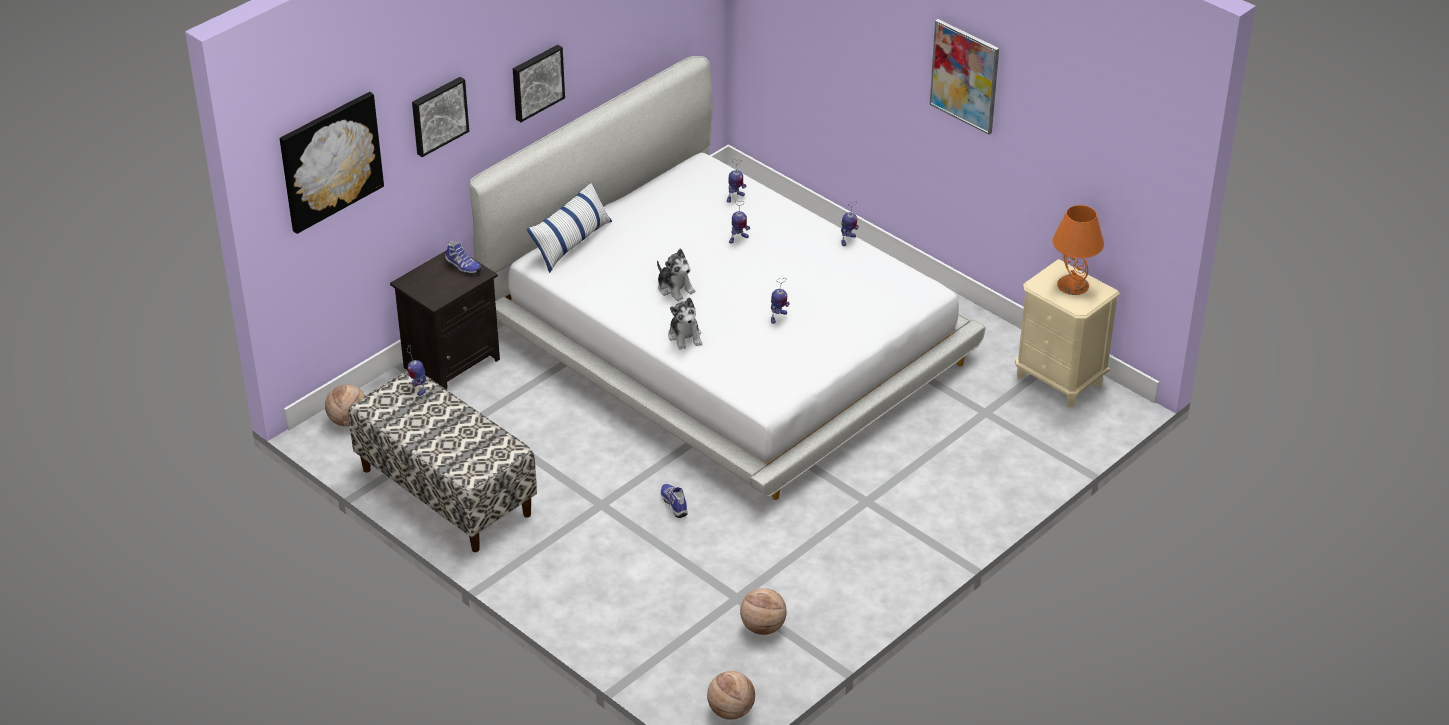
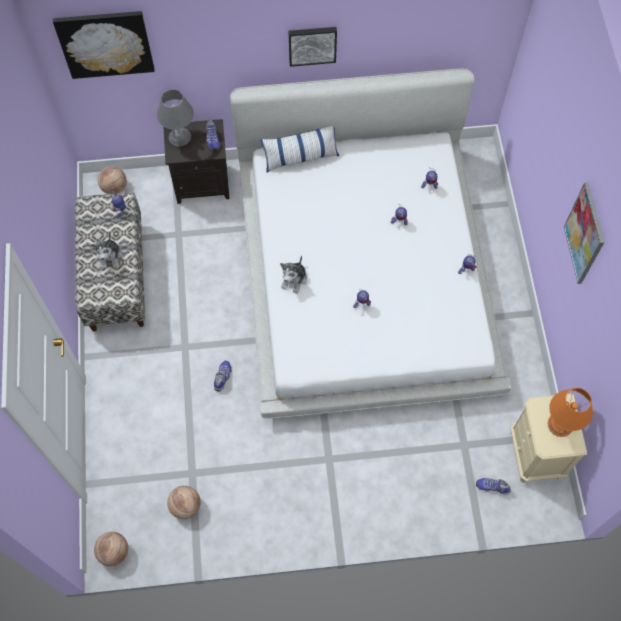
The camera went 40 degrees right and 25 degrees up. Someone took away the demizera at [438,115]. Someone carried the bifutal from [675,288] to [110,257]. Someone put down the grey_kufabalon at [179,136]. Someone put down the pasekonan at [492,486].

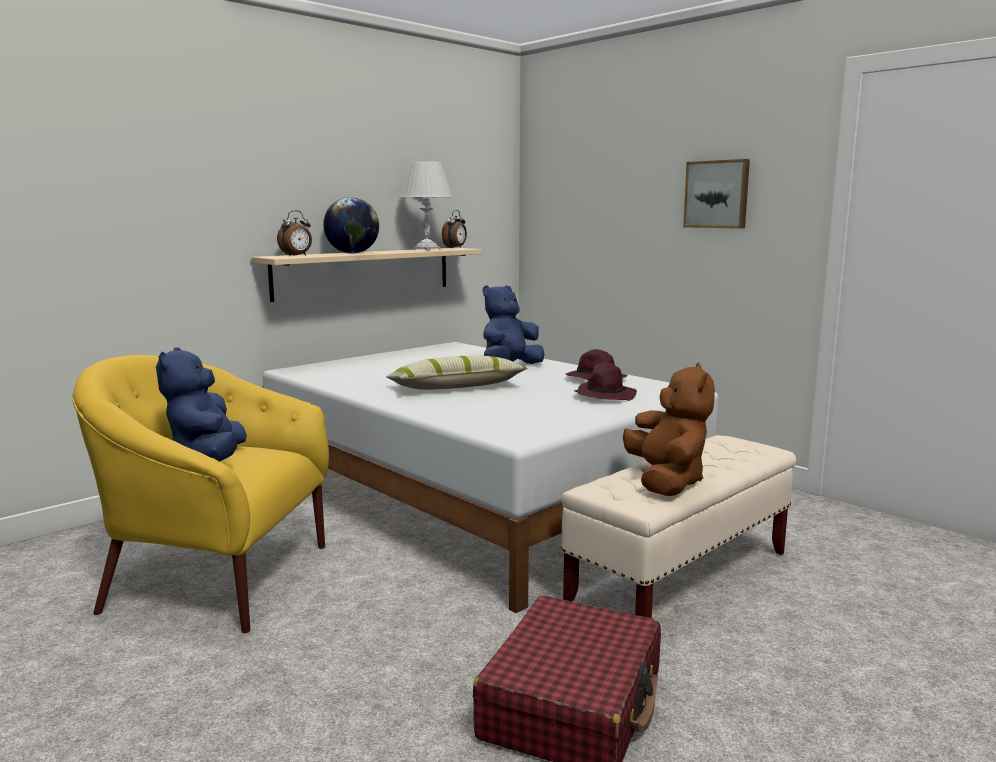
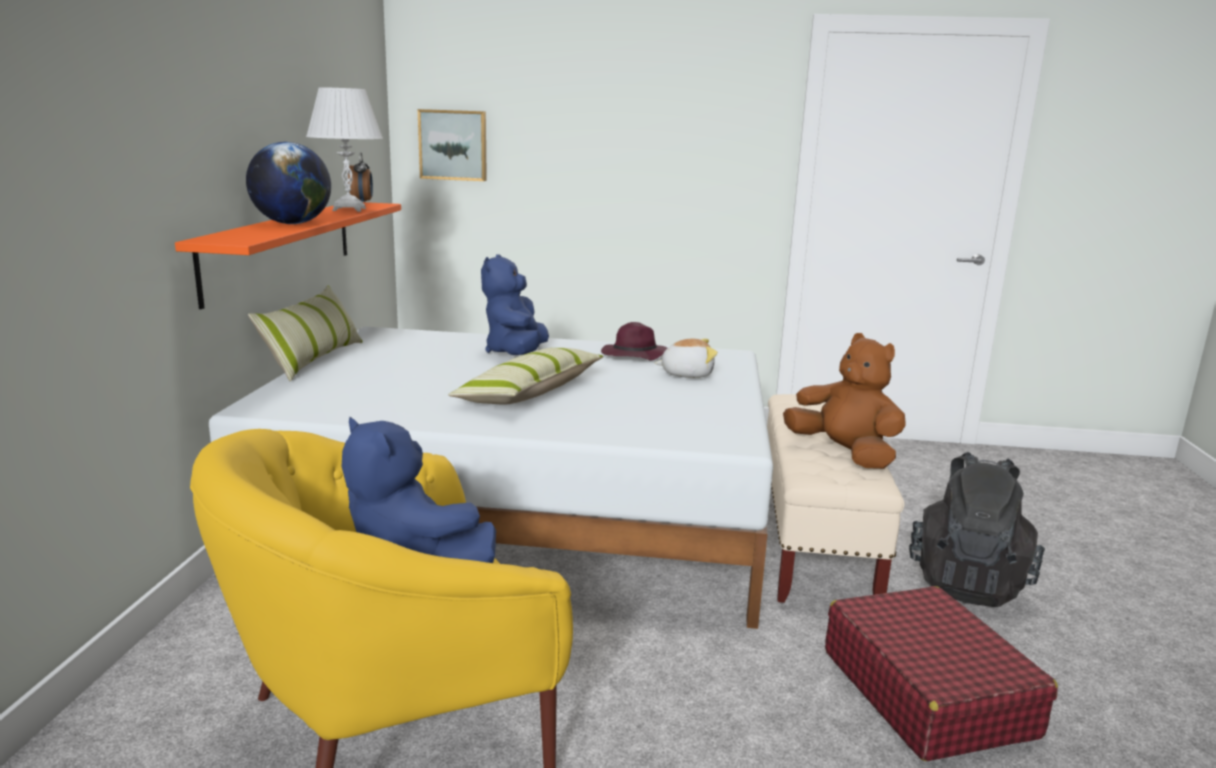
The camera went 40 degrees left and 5 degrees up. Someone repainted the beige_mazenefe at [364,272], which became the orange_mazenefe at [281,248]. Someone took away the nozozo at [297,255]. Someone swapped the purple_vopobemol at [604,395] for the bifutal at [686,374]. Someone carried the demizera from [717,194] to [453,145]. Someone put down the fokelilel at [314,359]. Someone put down the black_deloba at [967,582].

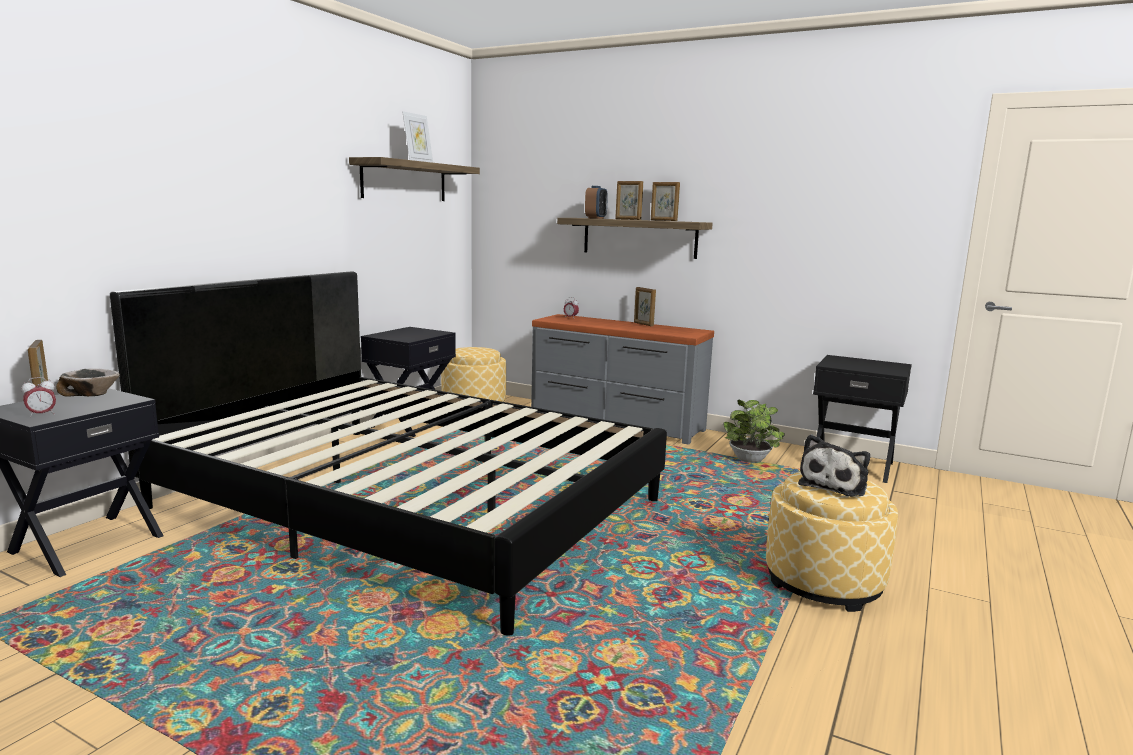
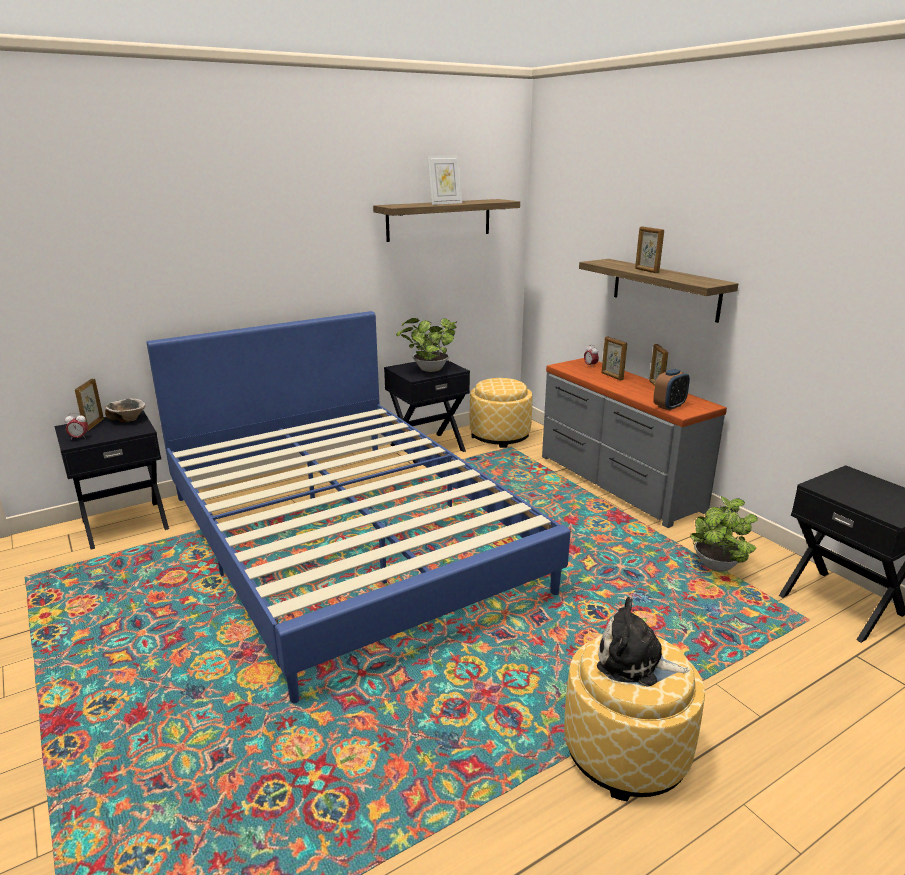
The camera went 30 degrees right and 10 degrees up. Someone repainted the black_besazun at [408,503], which became the blue_besazun at [347,539]. Someone carried the nozozo from [595,218] to [669,406]. Someone carried the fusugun from [663,220] to [612,376]. Someone rotated the bifutal at [834,485] by 45 degrees clockwise. Someone put down the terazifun at [428,370].

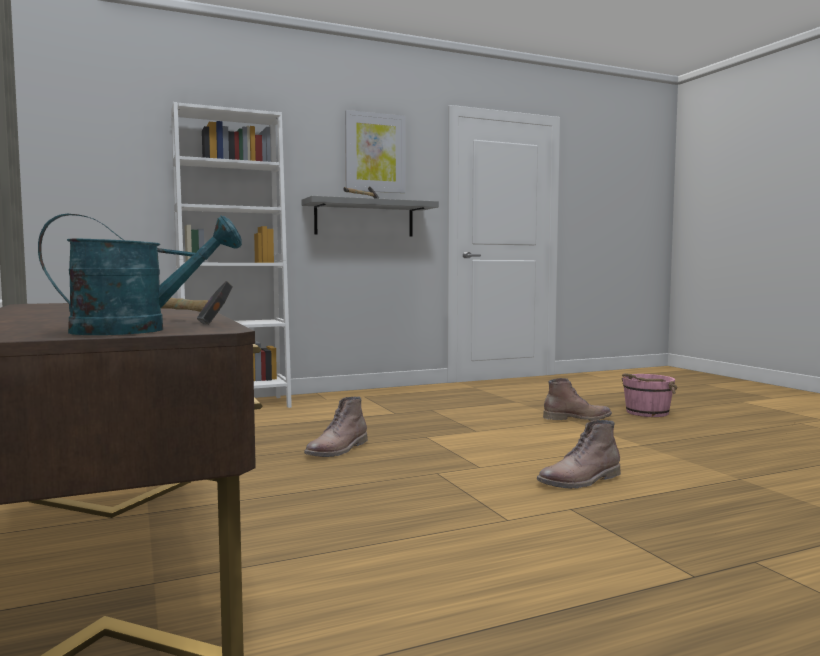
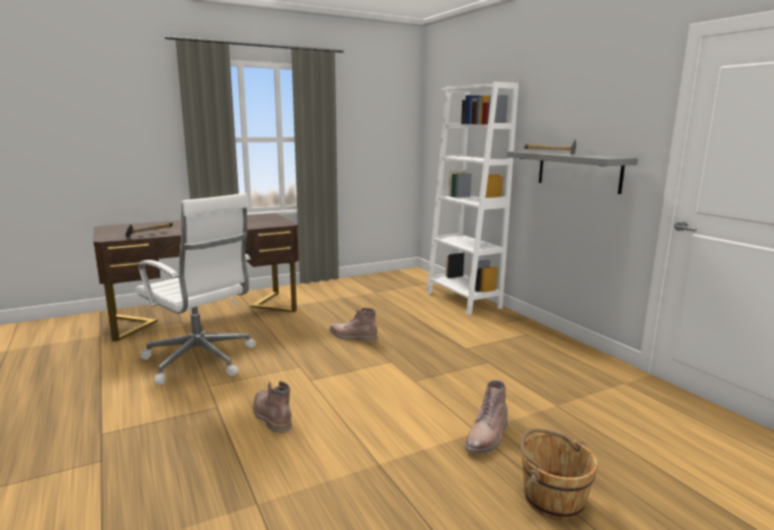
The camera went 85 degrees right and 10 degrees up. Someone took away the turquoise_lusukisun at [137,330]. Someone took away the demizera at [375,153]. Someone rotated the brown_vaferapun at [577,418] by 45 degrees clockwise. Someone repainted the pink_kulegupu at [646,412], which became the brown_kulegupu at [552,498]. Someone put down the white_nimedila at [201,361].

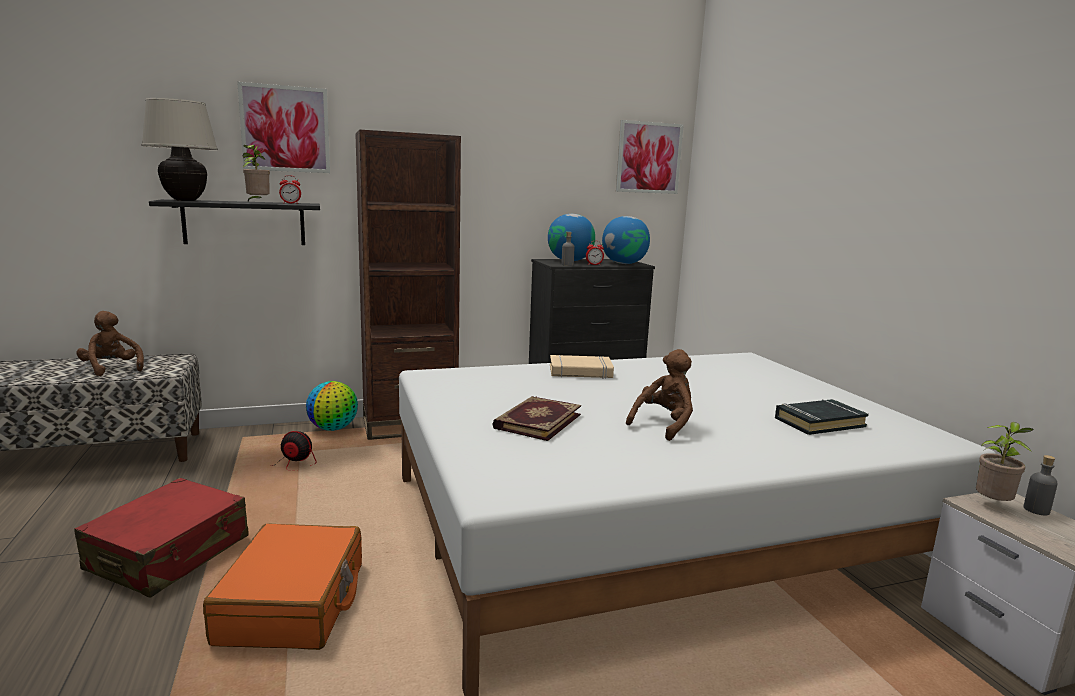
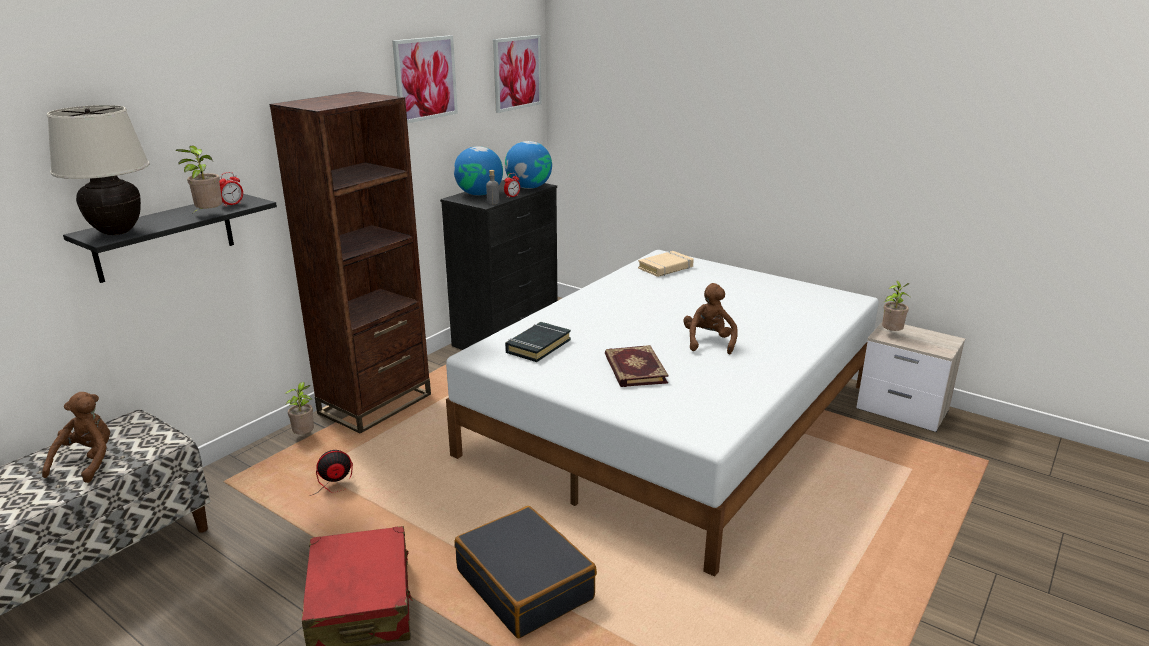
The camera went 35 degrees left and 10 degrees up. Someone rotated the brown_bifutal at [112,369] by 90 degrees clockwise. Someone repainted the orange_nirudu at [293,603], which became the black_nirudu at [525,584]. Someone carried the demizera from [285,129] to [425,78]. Someone swapped the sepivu at [333,429] for the terazifun at [305,435]. Someone carried the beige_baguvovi from [580,372] to [666,268]. Someone carried the black_baguvovi from [819,422] to [538,346]. Someone took away the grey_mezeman at [1036,510].

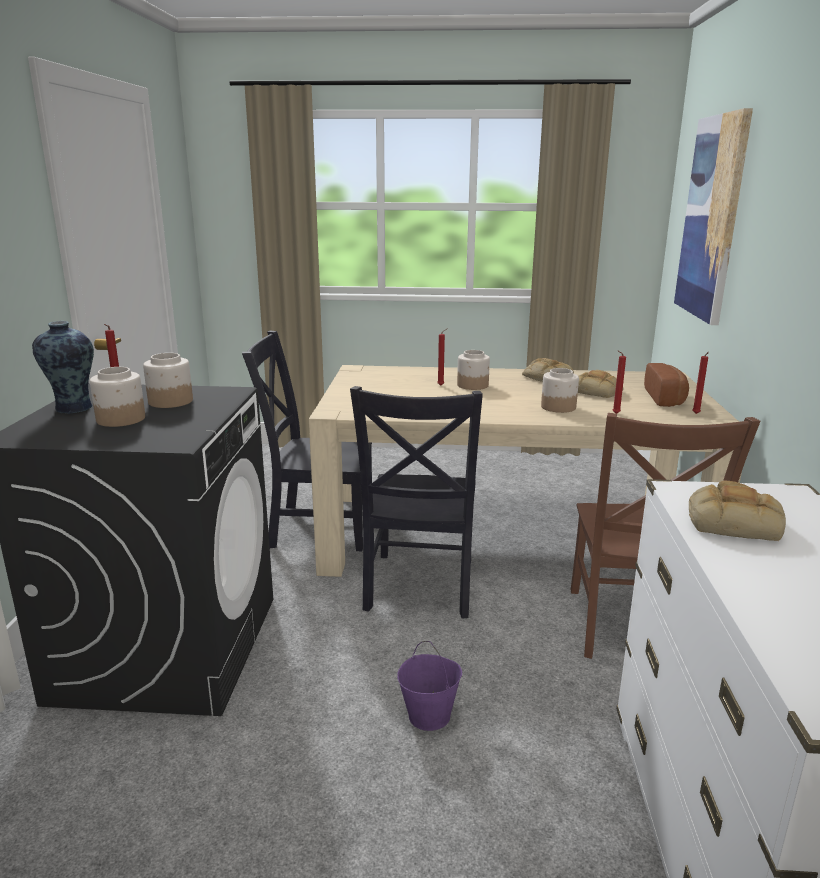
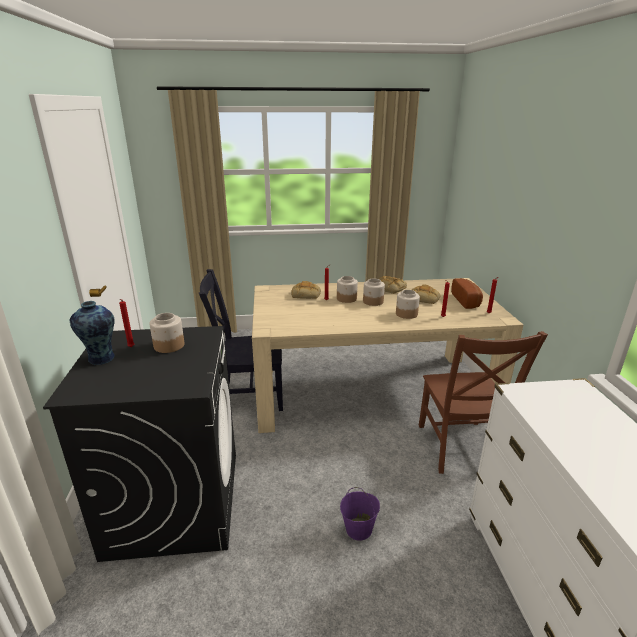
The camera went 10 degrees left and 5 degrees up. Someone carried the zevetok from [120,419] to [373,301]. Someone took away the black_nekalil at [419,587]. Someone took away the demizera at [712,218]. Someone carried the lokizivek from [734,522] to [306,294].

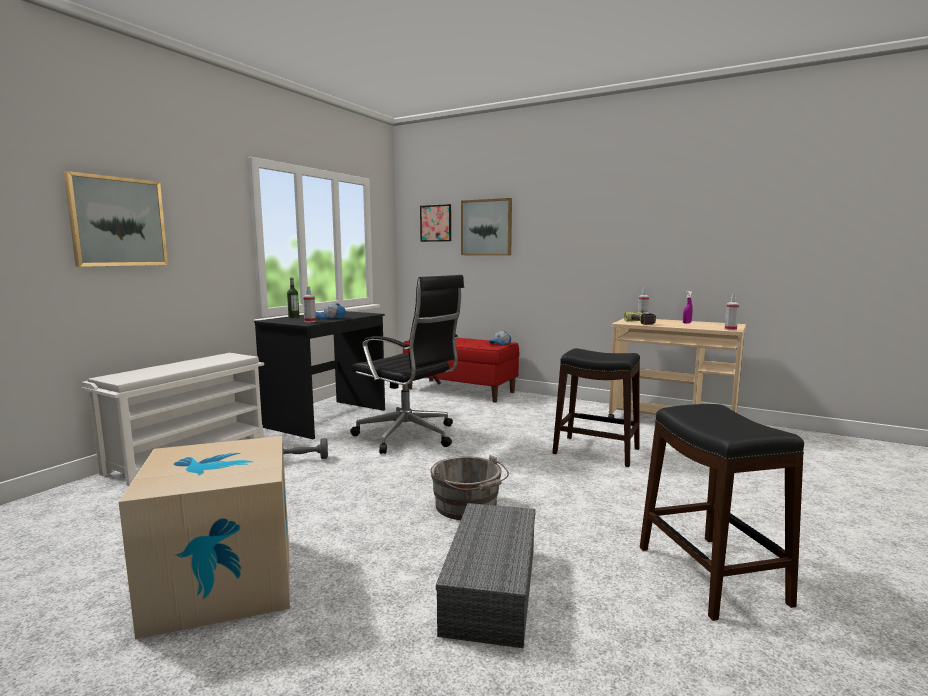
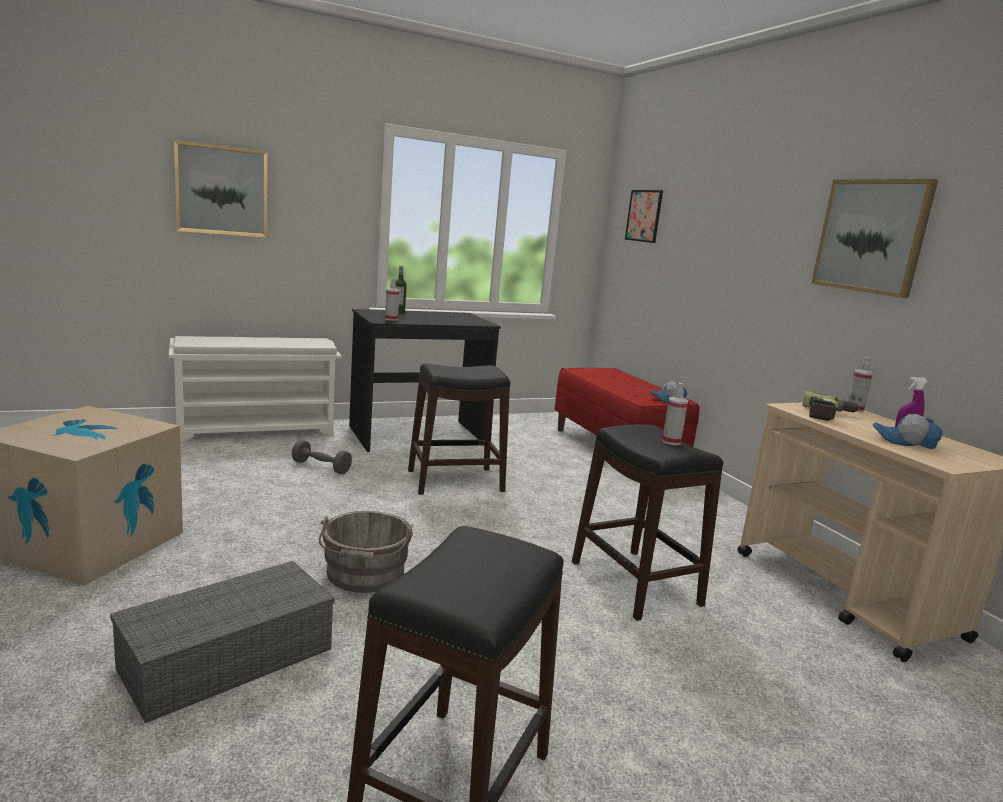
The camera went 35 degrees right and 5 degrees up. Someone carried the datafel from [329,318] to [904,442]. Someone swapped the black_nimedila at [409,436] for the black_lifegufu at [455,481]. Someone carried the demizera from [486,227] to [872,236]. Someone carried the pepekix from [730,329] to [671,442].

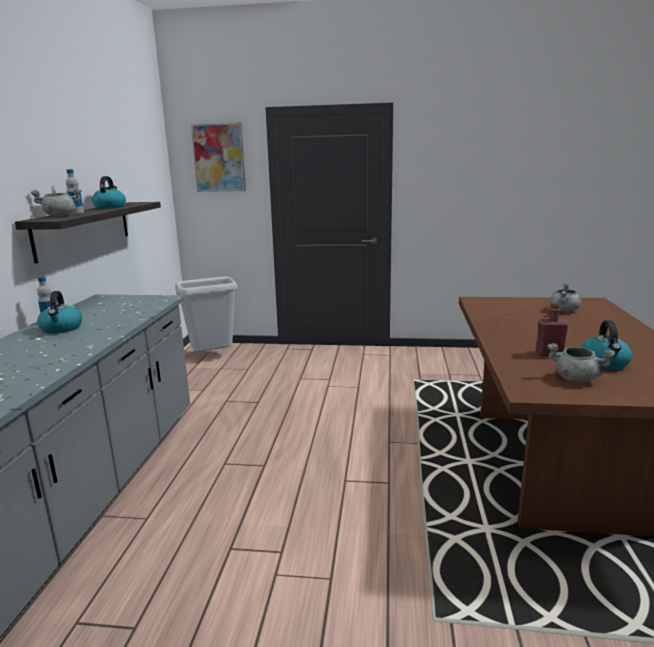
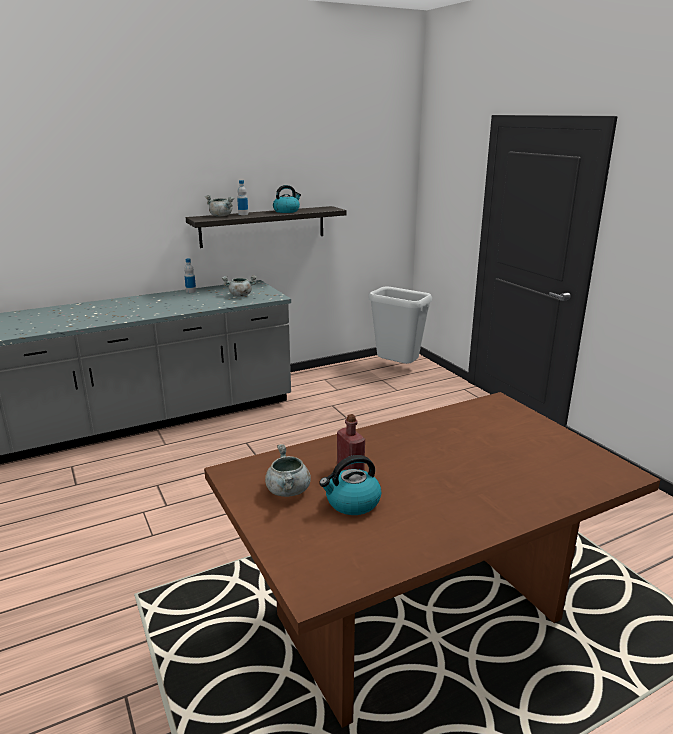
The camera went 55 degrees right and 5 degrees up. Someone took away the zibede at [62,328]. Someone took away the demizera at [219,157]. Someone carried the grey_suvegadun from [564,310] to [240,295].

